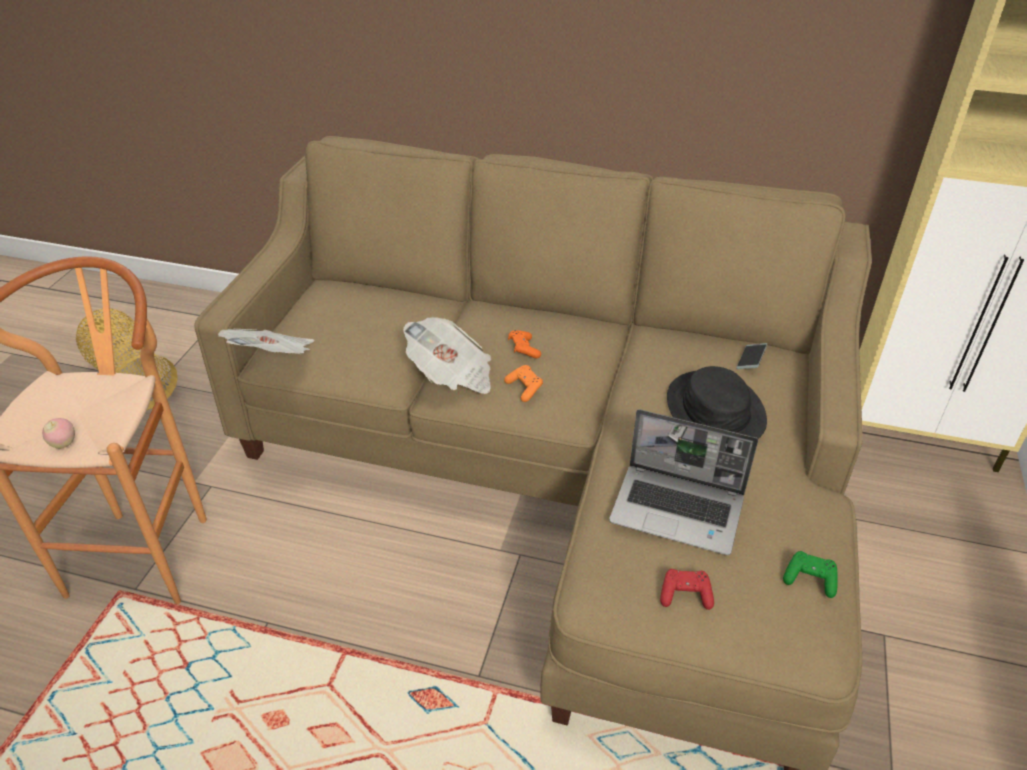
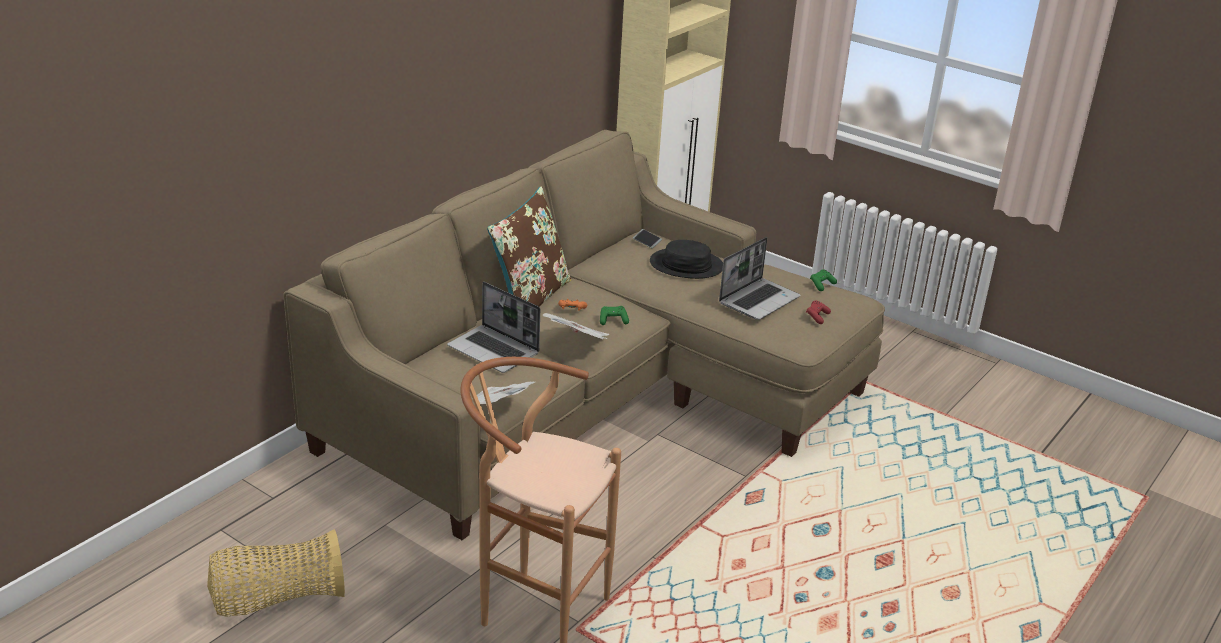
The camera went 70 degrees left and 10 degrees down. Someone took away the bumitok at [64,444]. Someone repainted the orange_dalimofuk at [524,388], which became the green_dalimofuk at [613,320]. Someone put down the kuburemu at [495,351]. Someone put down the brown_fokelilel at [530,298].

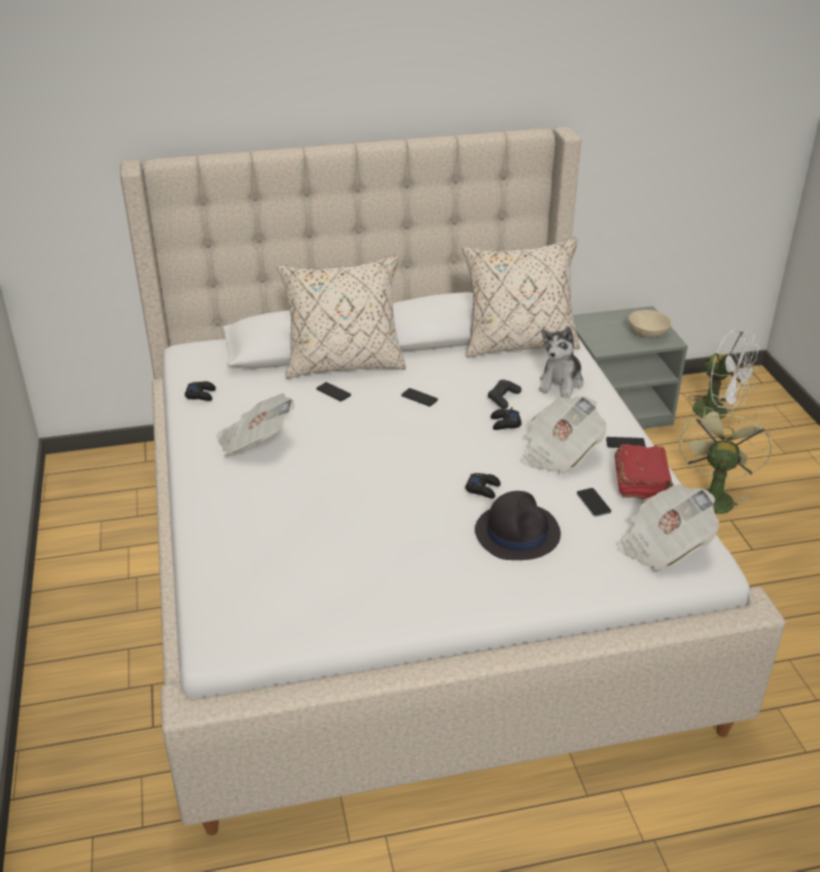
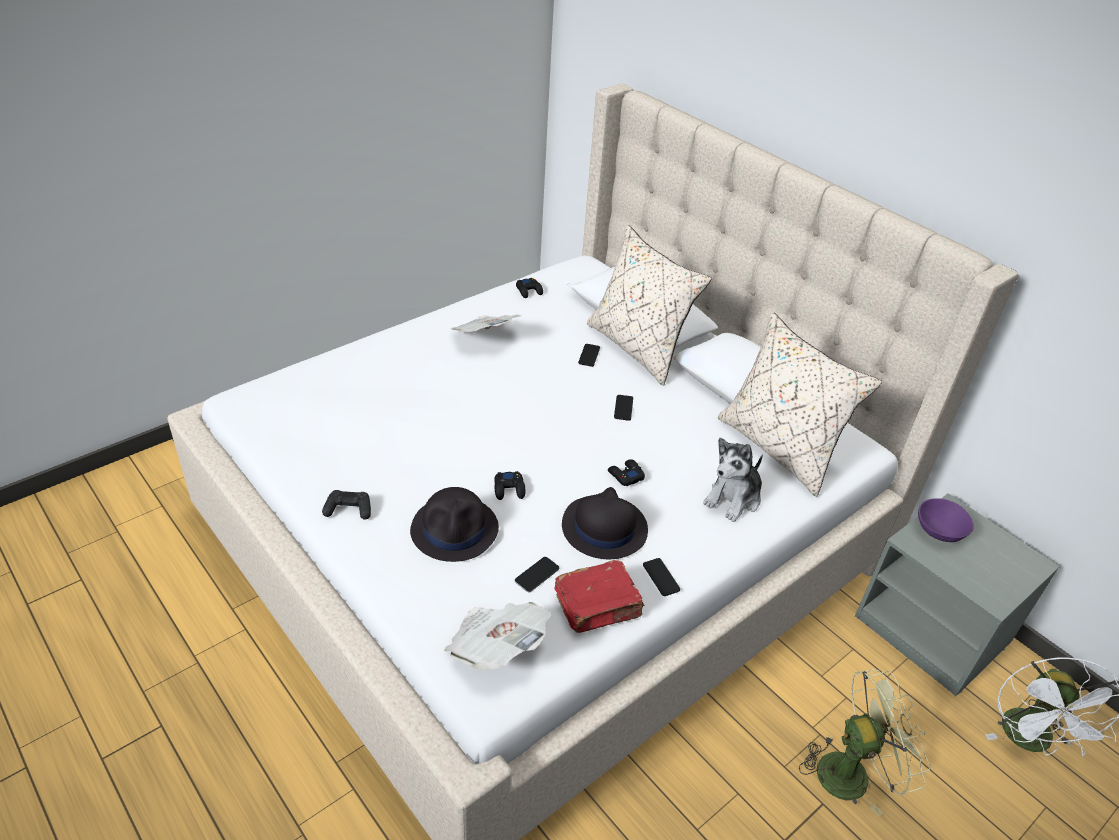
The camera went 60 degrees right and 5 degrees up. Someone carried the black_dalimofuk from [503,398] to [348,509]. Someone swapped the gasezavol at [559,453] for the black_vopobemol at [603,528]. Someone rotated the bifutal at [561,383] by 45 degrees counterclockwise. Someone took away the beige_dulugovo at [647,333]. Someone put down the purple_dulugovo at [938,531].

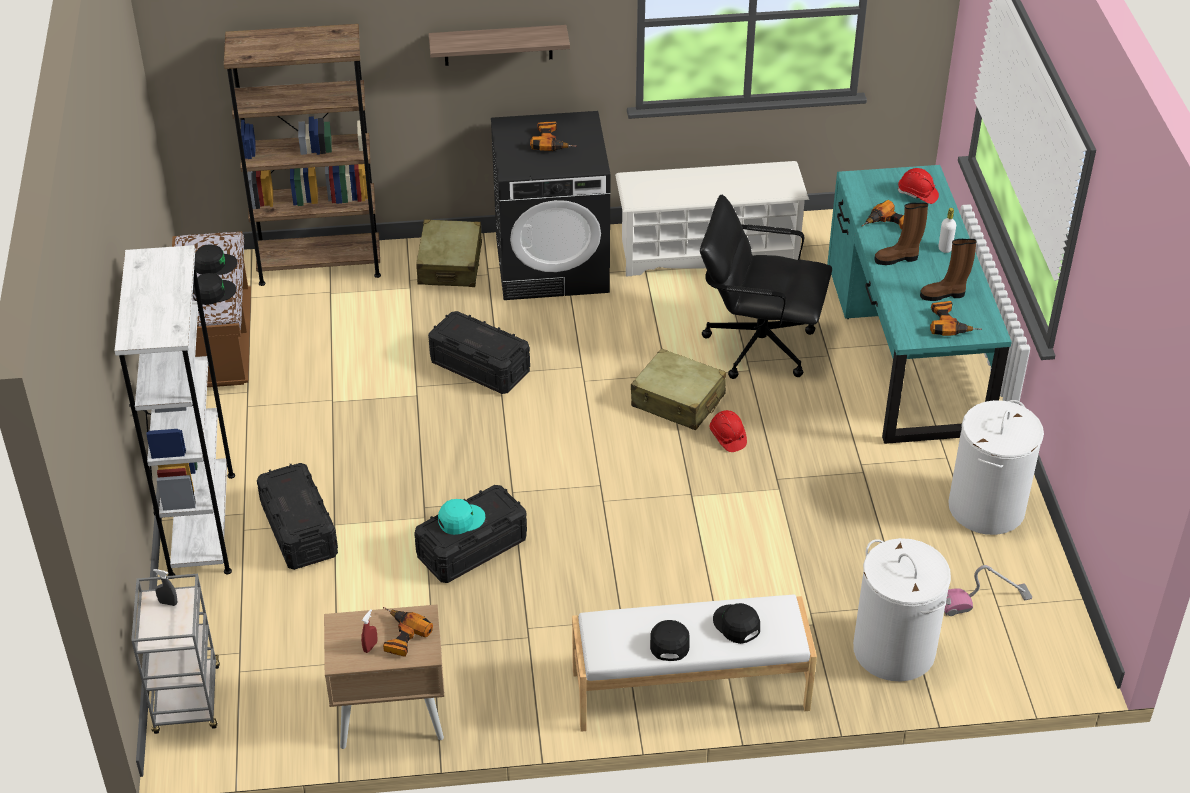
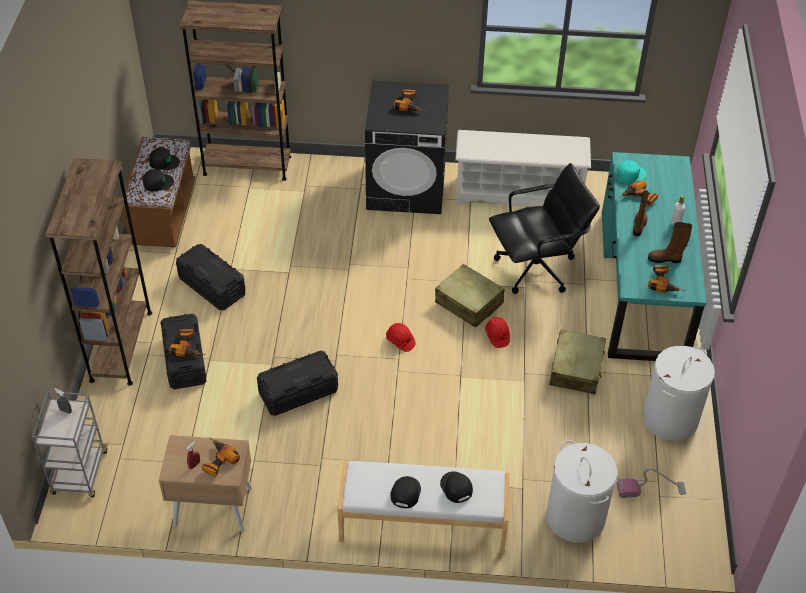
The camera went 10 degrees right and 5 degrees up. Someone repainted the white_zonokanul at [202,524], which became the brown_zonokanul at [121,346]. Someone carried the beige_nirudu from [450,264] to [576,368]. Someone carried the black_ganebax from [480,366] to [212,286]. Someone took away the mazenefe at [498,45]. Someone carried the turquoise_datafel from [460,519] to [630,174]. Someone rotated the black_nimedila at [758,345] by 135 degrees clockwise. Someone rotated the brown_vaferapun at [897,258] by 105 degrees clockwise. Someone carried the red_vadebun from [917,194] to [400,341]. Someone put down the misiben at [188,346].

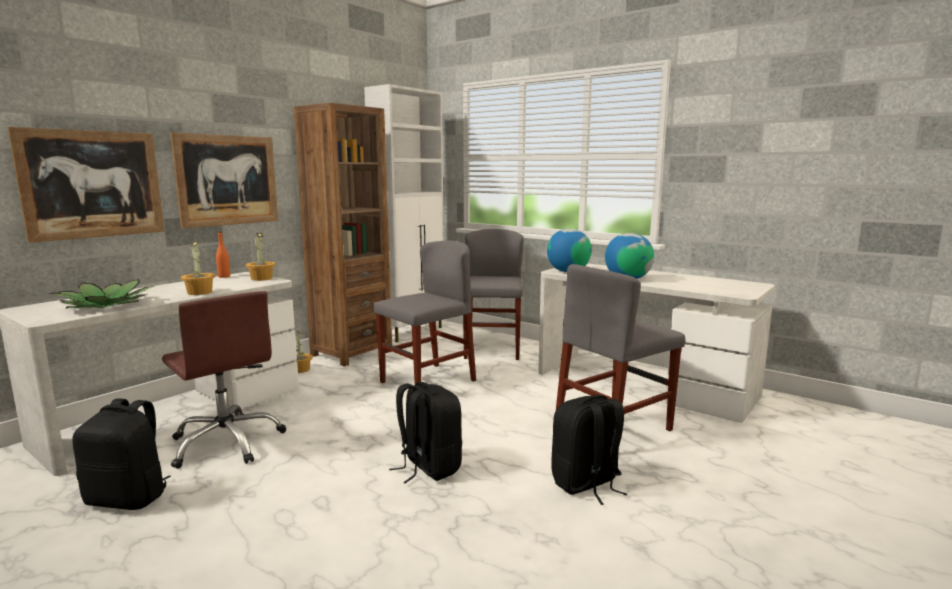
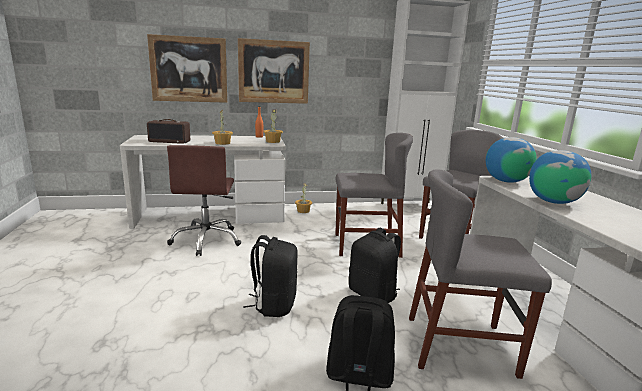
The camera went 40 degrees right and 5 degrees up. Someone swapped the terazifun at [106,305] for the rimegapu at [170,141]. Someone carried the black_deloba from [129,498] to [373,294]. Someone took away the brown_zonokanul at [351,352].

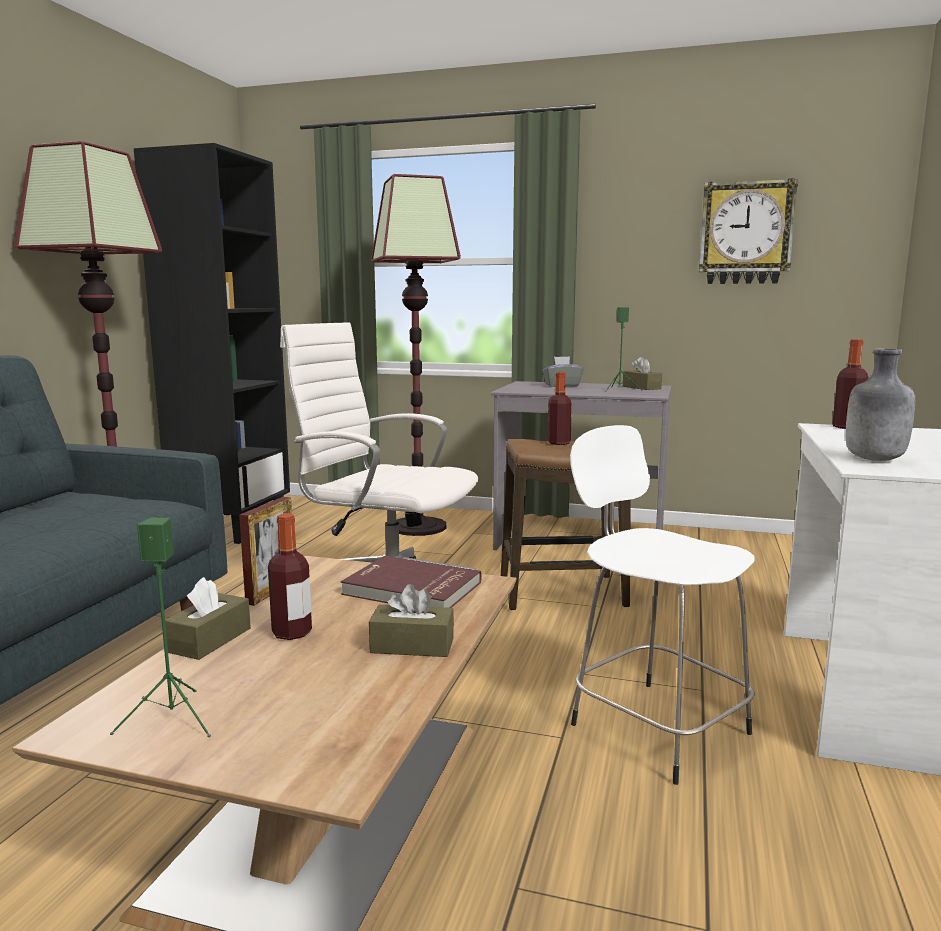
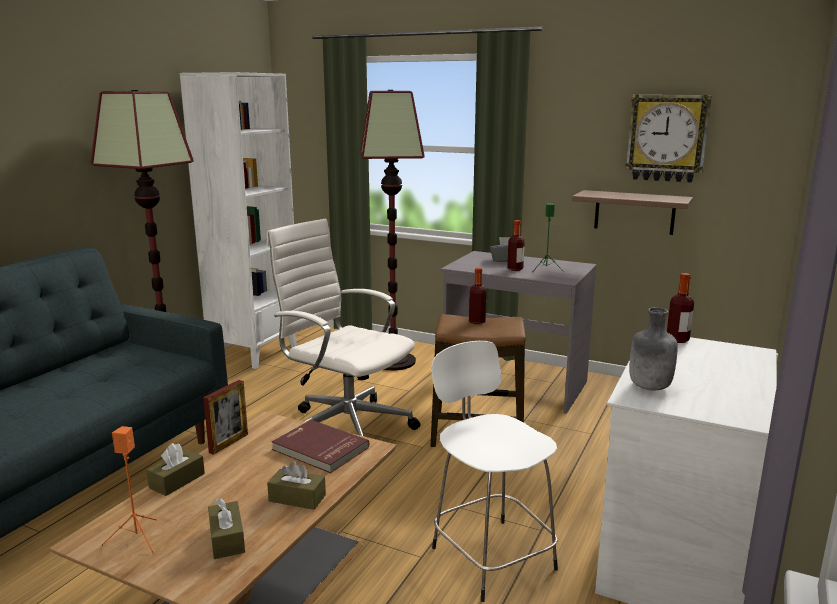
The camera went 10 degrees right and 5 degrees up. Someone repainted the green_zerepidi at [174,719], which became the orange_zerepidi at [138,539]. Someone repainted the black_zonokanul at [232,527], which became the white_zonokanul at [255,352]. Someone carried the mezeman from [292,633] to [515,269]. Someone carried the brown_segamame from [641,387] to [227,539]. Someone put up the mazenefe at [634,212].

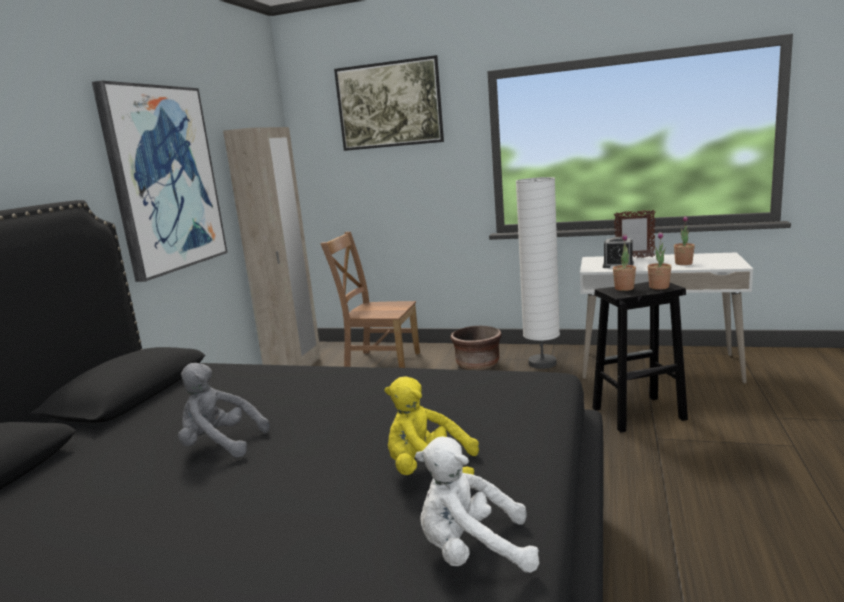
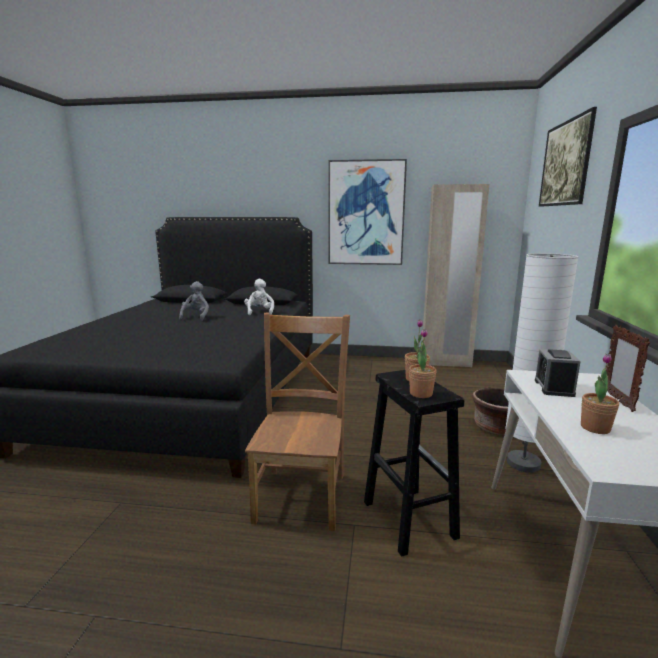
The camera went 80 degrees right and 0 degrees up. Someone carried the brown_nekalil from [379,362] to [302,494]. Someone took away the yellow_bifutal at [428,471]. Someone carried the white_bifutal from [472,552] to [259,312].

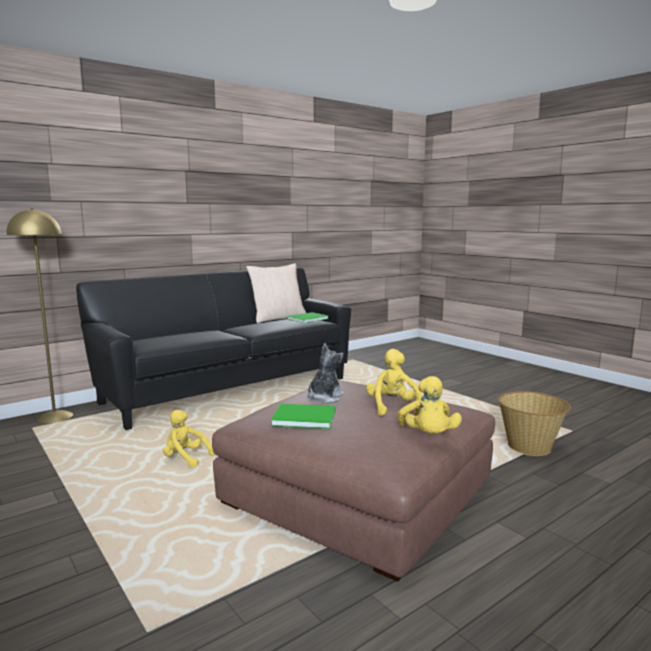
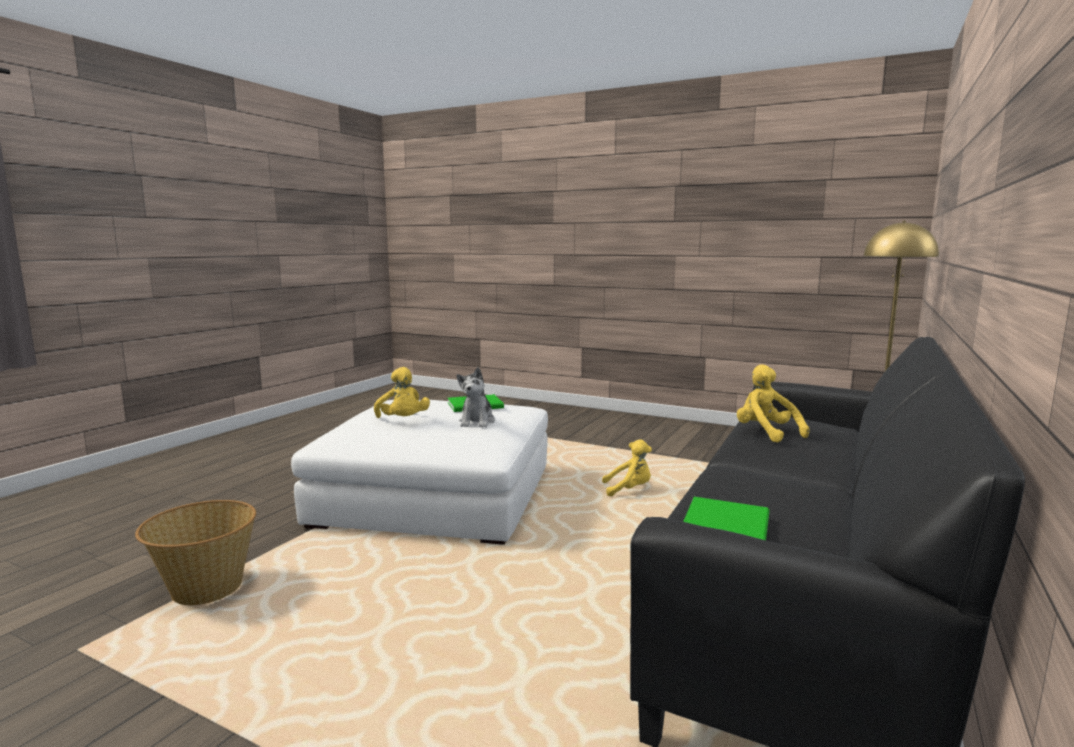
The camera went 155 degrees right and 0 degrees up. Someone repainted the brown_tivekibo at [358,491], which became the white_tivekibo at [436,495]. Someone took away the beige_fokelilel at [277,318]. Someone carried the yellow_bifutal from [428,436] to [766,433].

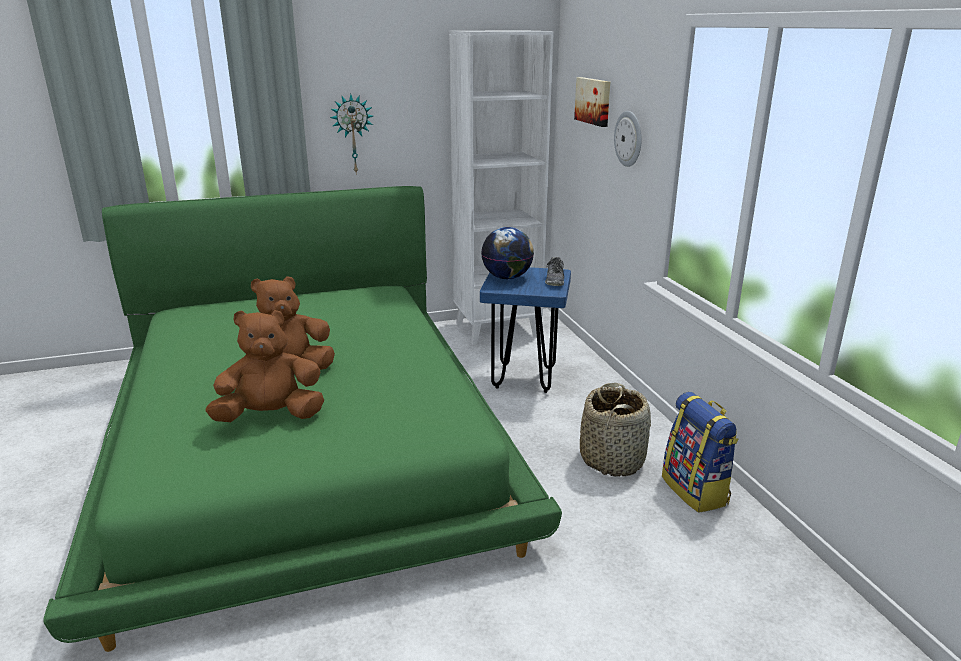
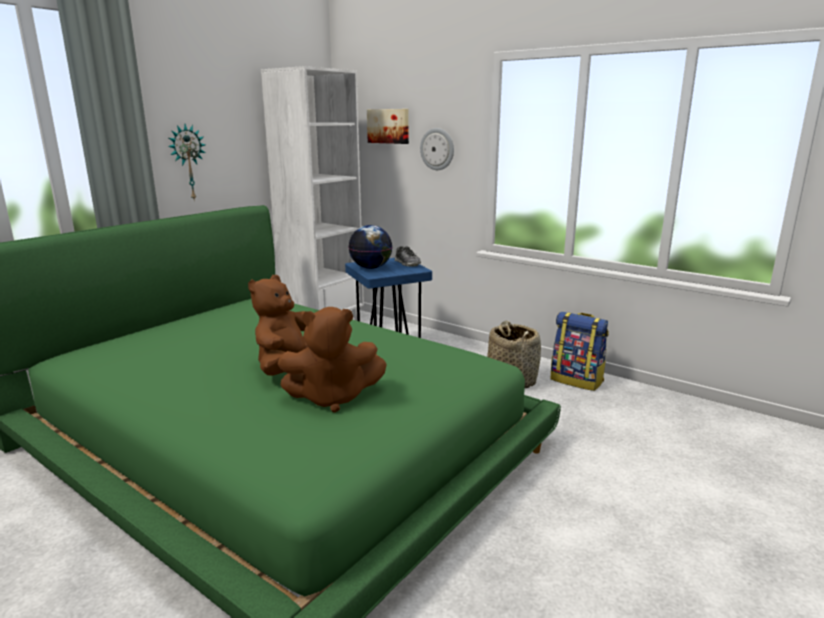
The camera went 35 degrees left and 5 degrees down. Someone rotated the brown_bifutal at [271,416] by 135 degrees counterclockwise.

